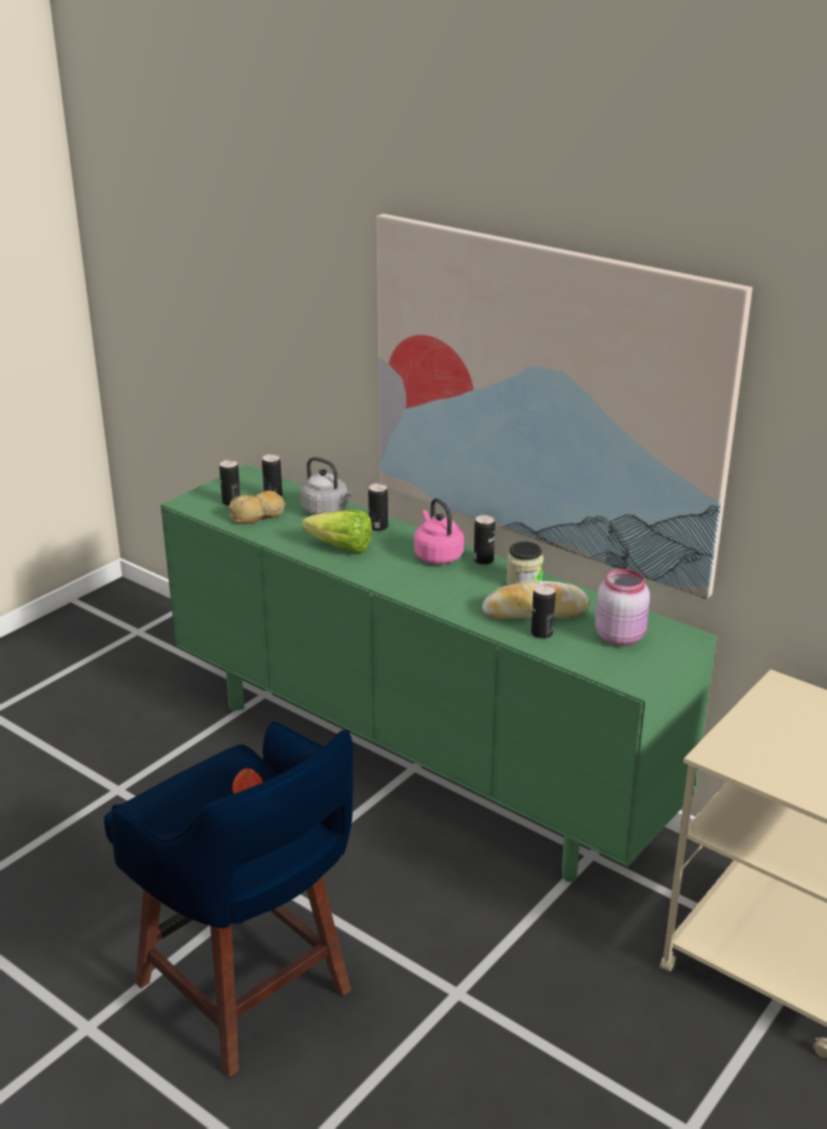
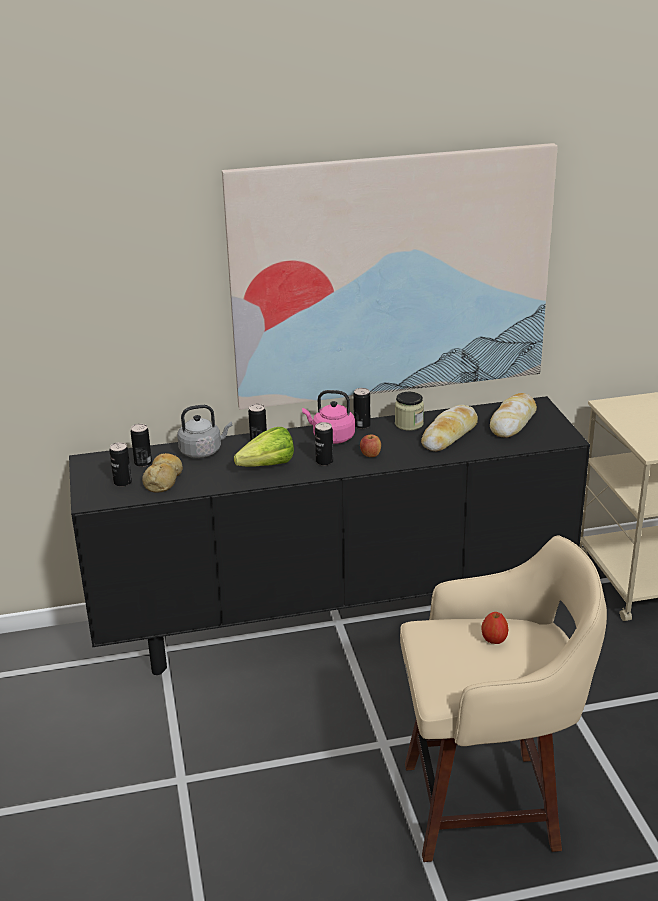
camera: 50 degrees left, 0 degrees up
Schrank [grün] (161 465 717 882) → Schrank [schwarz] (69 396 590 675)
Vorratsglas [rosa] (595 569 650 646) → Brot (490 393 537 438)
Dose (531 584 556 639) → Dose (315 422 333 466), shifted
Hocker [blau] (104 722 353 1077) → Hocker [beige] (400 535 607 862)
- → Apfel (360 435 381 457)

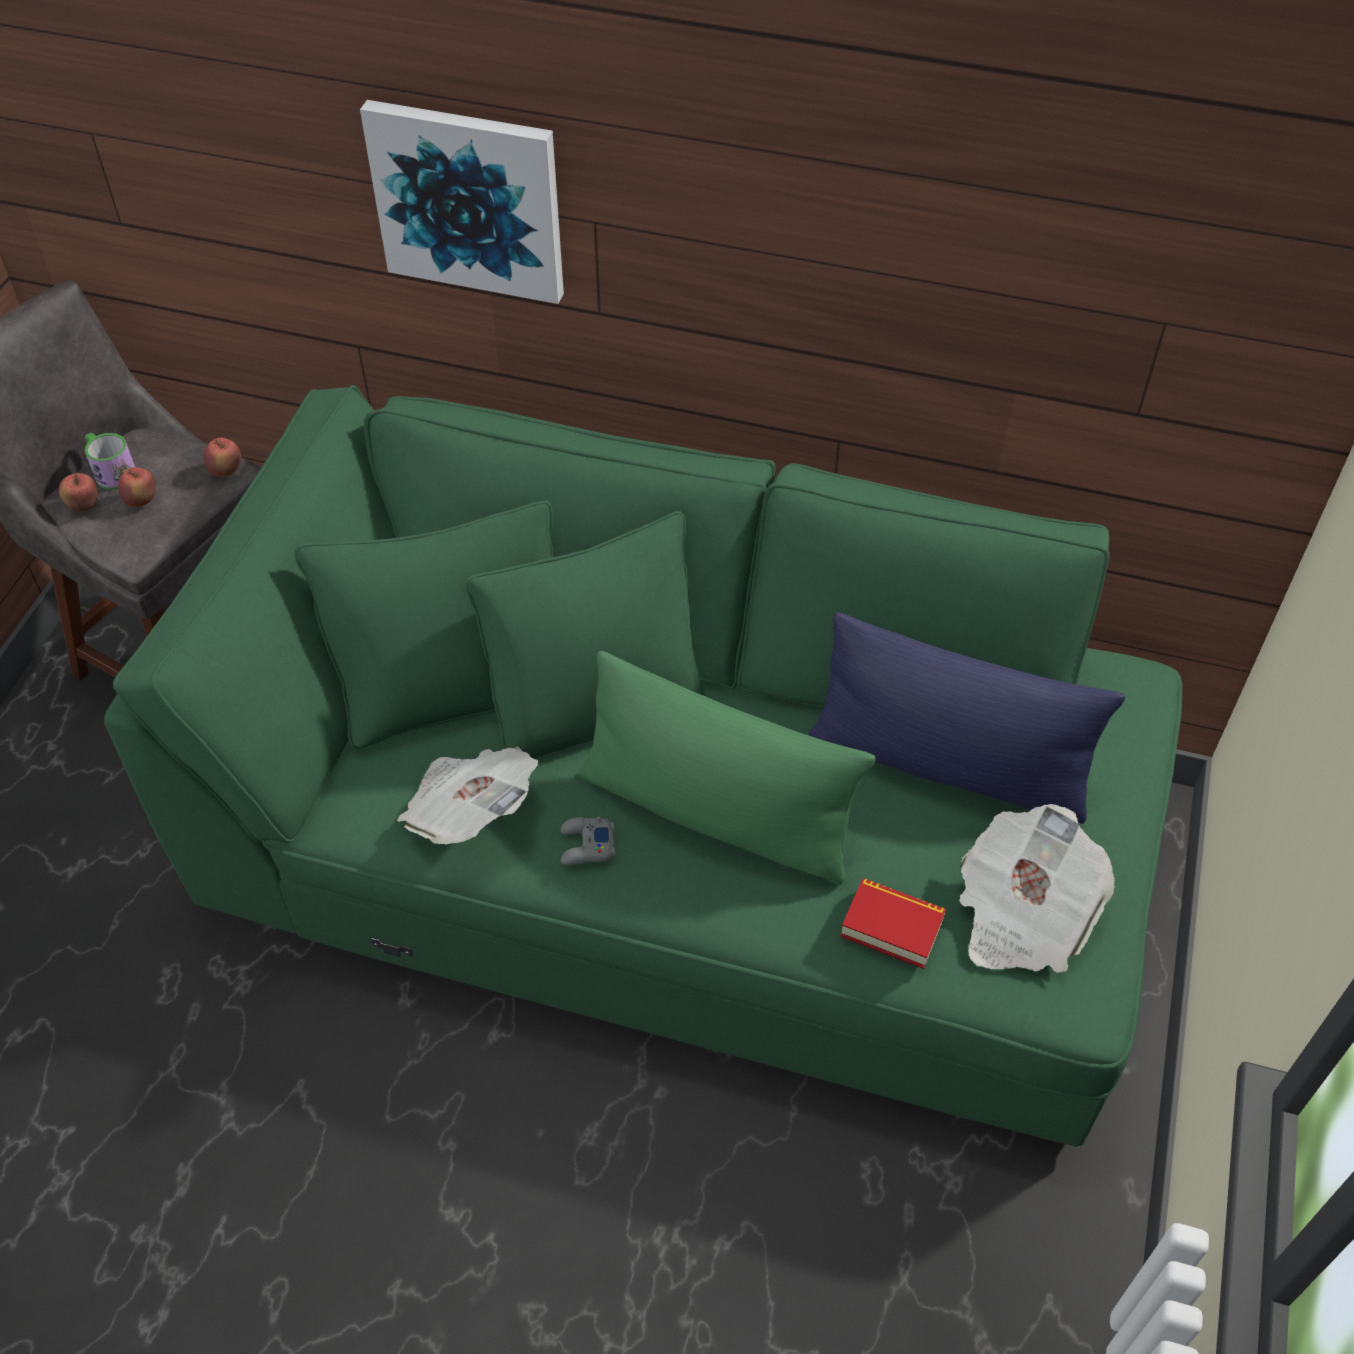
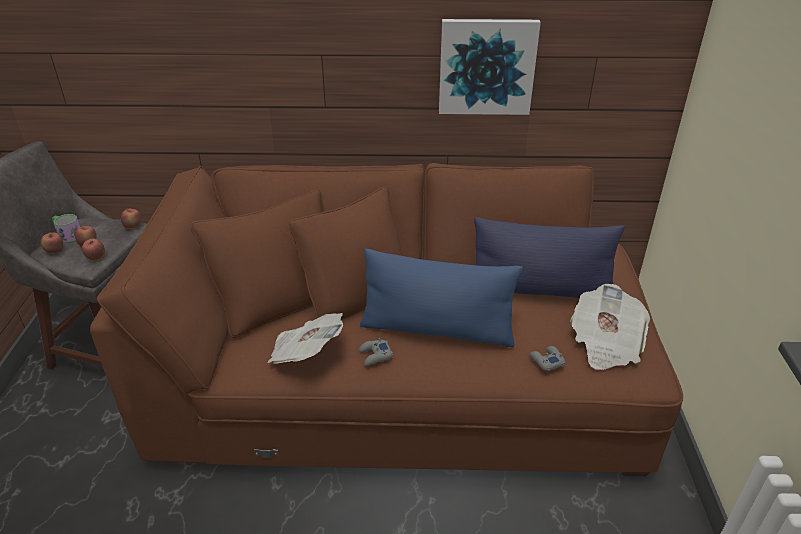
camera: 15 degrees left, 15 degrees down
Bild (360 100 564 304) → Bild (439 19 541 115), shifted
Sofa [grün] (104 385 1182 1147) → Sofa [braun] (90 163 683 476)
Kissen [grün] (579 651 875 885) → Kissen [blau] (360 249 523 347)
Buch (840 878 946 969) → Gamepad [grau] (530 346 565 371)
- → Apfel (82 239 105 260)

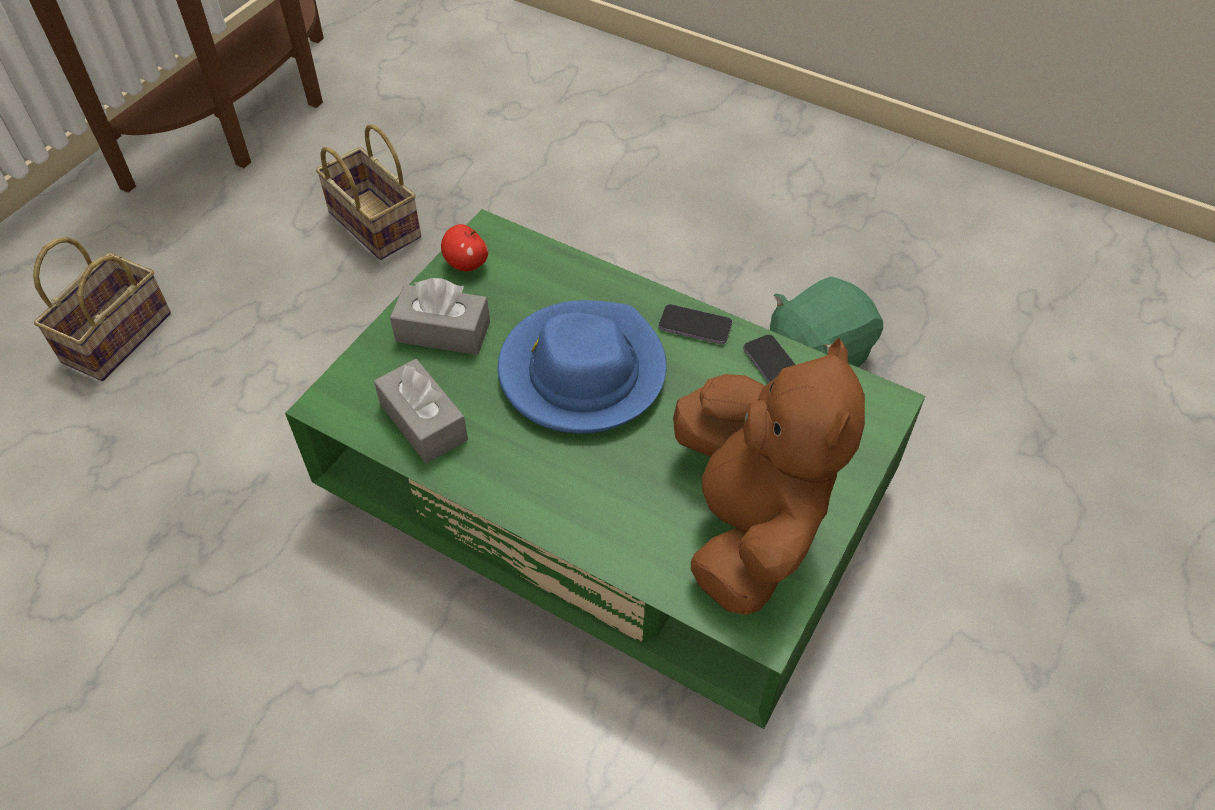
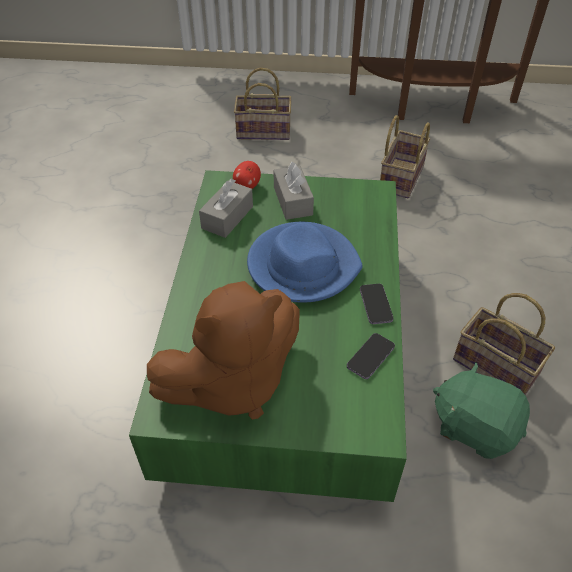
camera: 65 degrees right, 5 degrees down
Apfel (441 224 488 271) → Apfel (233 161 261 189), shifted
- → Korb (453 293 555 395)

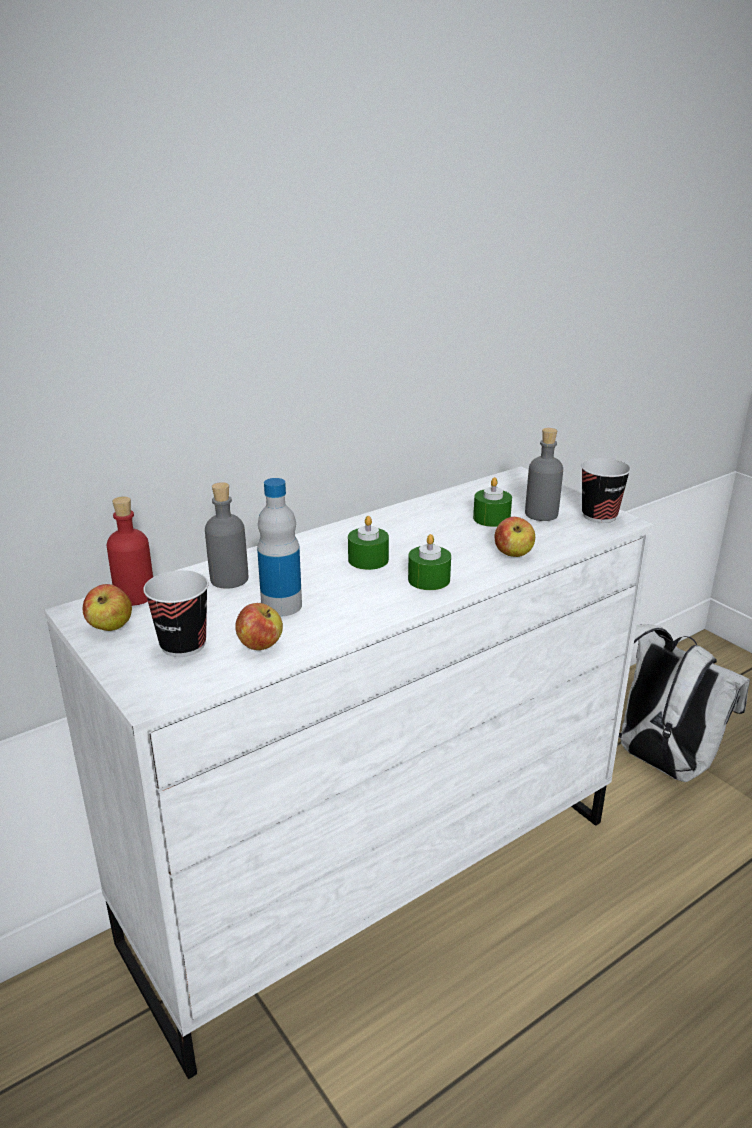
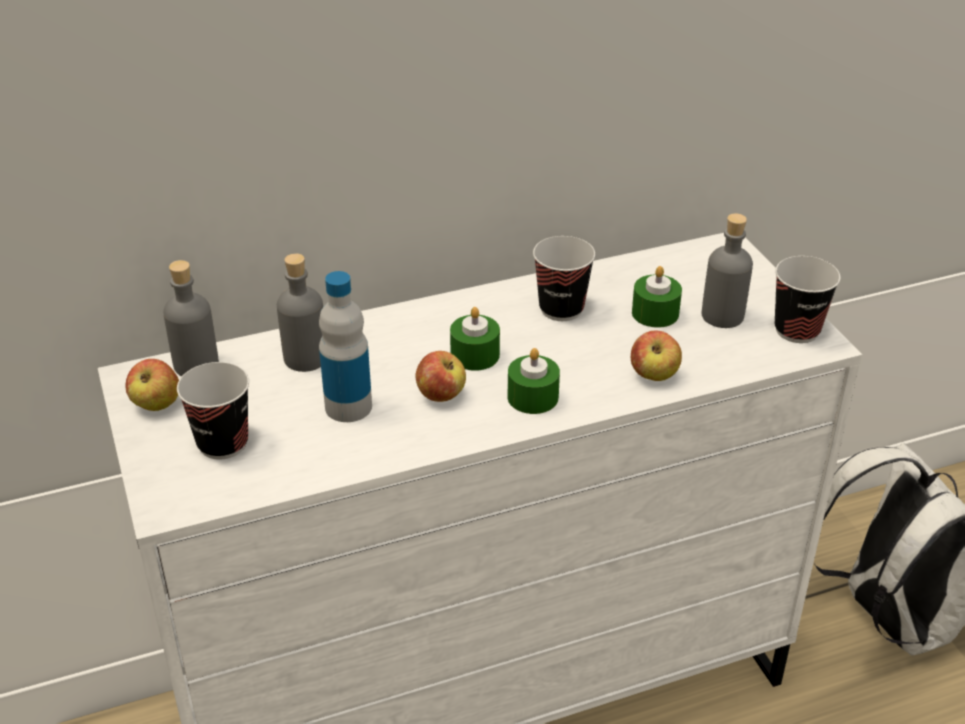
camera: 15 degrees right, 10 degrees up
Flasche [rot] (107 496 153 606) → Flasche [grau] (163 260 219 376)
Apfel (235 603 283 650) → Apfel (416 351 466 402), shifted
- → Tasse (533 236 596 321)

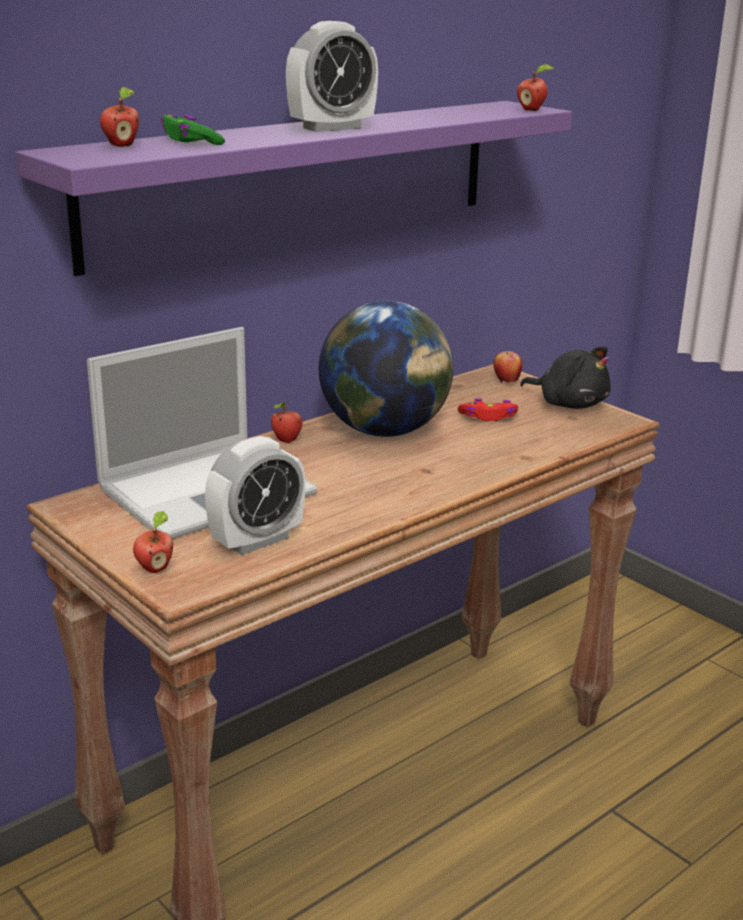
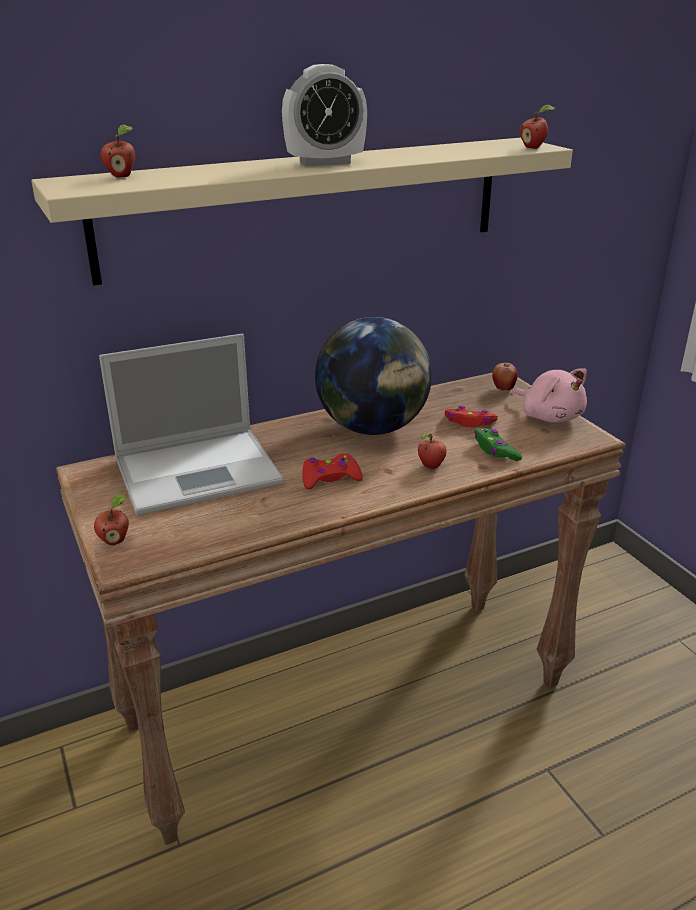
camera: 15 degrees right, 5 degrees up
Wandregal [lila] (15 101 572 276) → Wandregal [beige] (31 138 573 286)
Gamepad [grün] (161 115 225 145) → Gamepad [grün] (474 428 522 461), shifted
Plüschtier [schwarz] (520 346 611 409) → Plüschtier [rosa] (511 369 587 423)
Apfel (271 402 302 443) → Apfel (418 434 447 469), shifted
Wecker (205 436 305 555) → -
- → Gamepad [rot] (302 454 363 489)

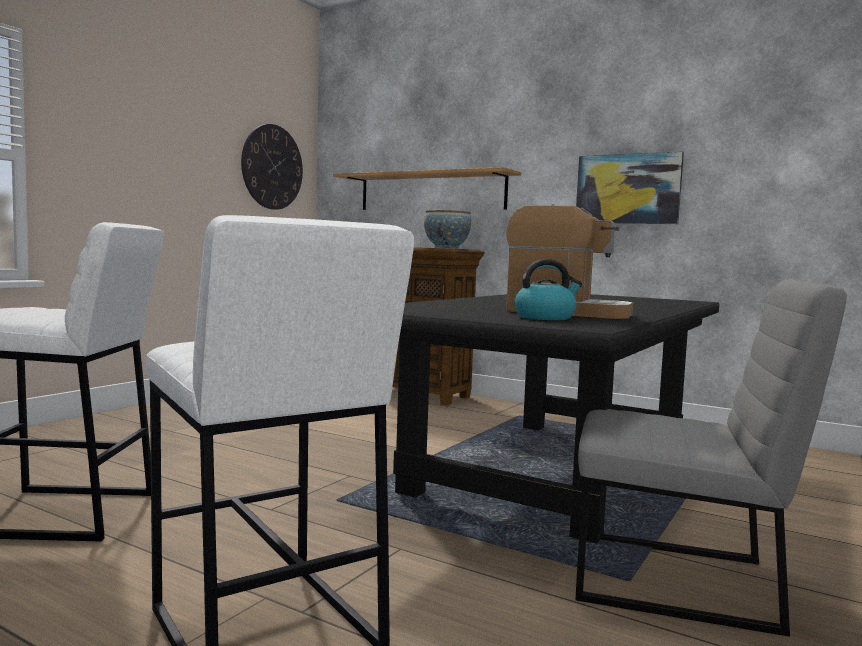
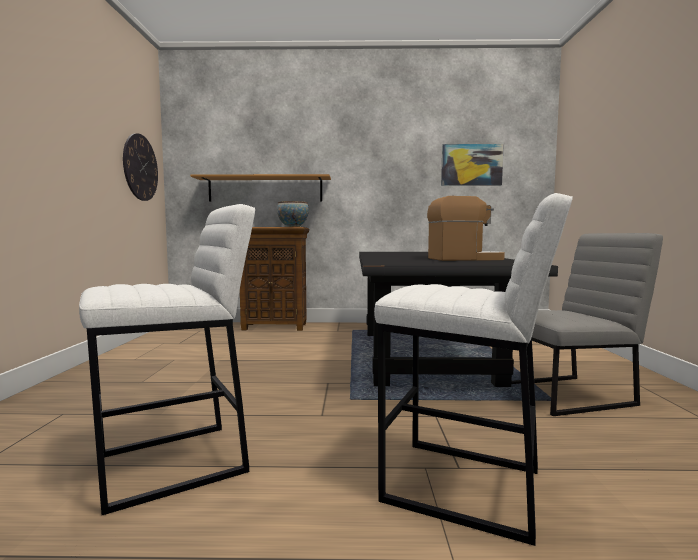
camera: 30 degrees left, 0 degrees up
Bild (576 152 684 224) → Bild (441 144 504 186), shifted
Wasserkessel (514 259 582 320) → -

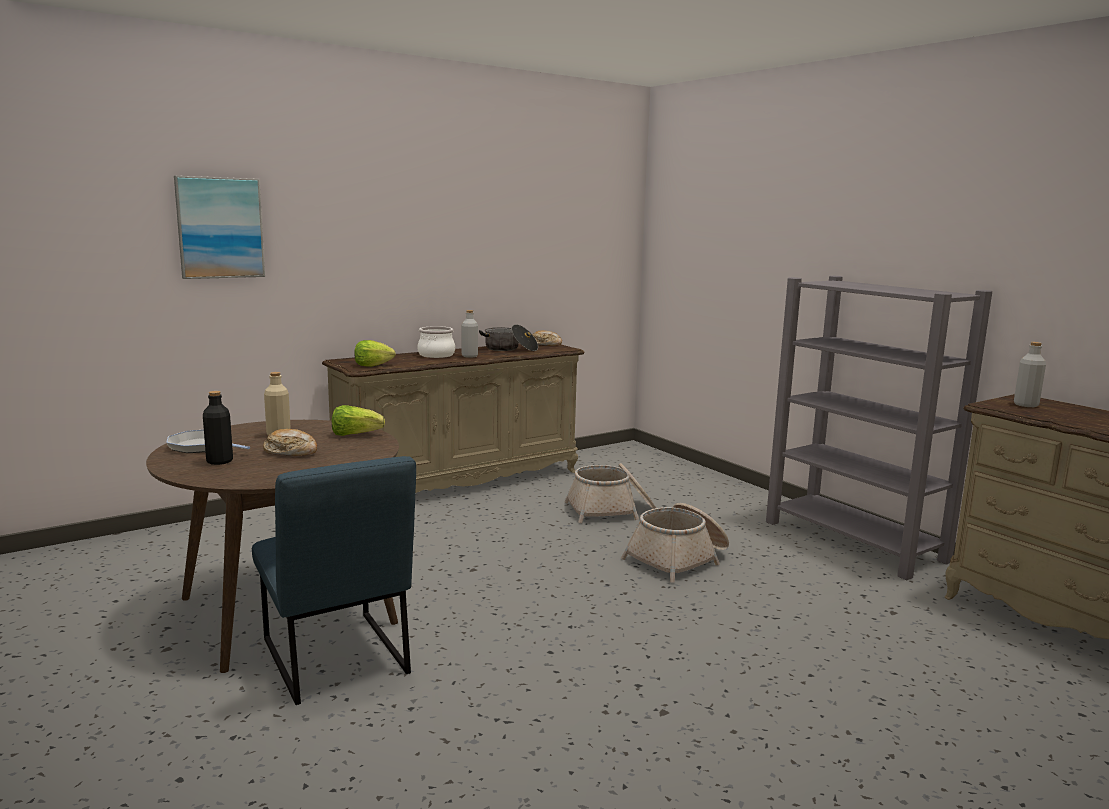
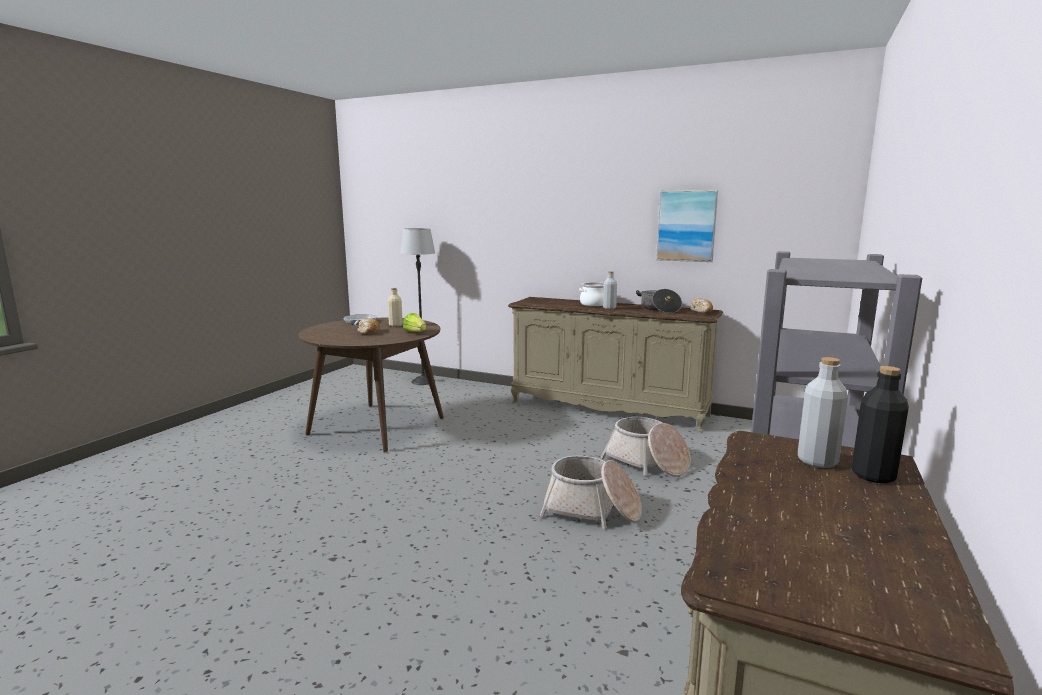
camera: 60 degrees right, 0 degrees up
Bild (174 176 265 279) → Bild (656 190 718 262), shifted
Salatkopf (354 340 396 367) → -
Flasche [schwarz] (203 391 233 465) → Flasche [schwarz] (851 366 909 483), shifted
Stuhl [blau] (252 456 416 705) → -
- → Stehlampe (401 228 435 385)

